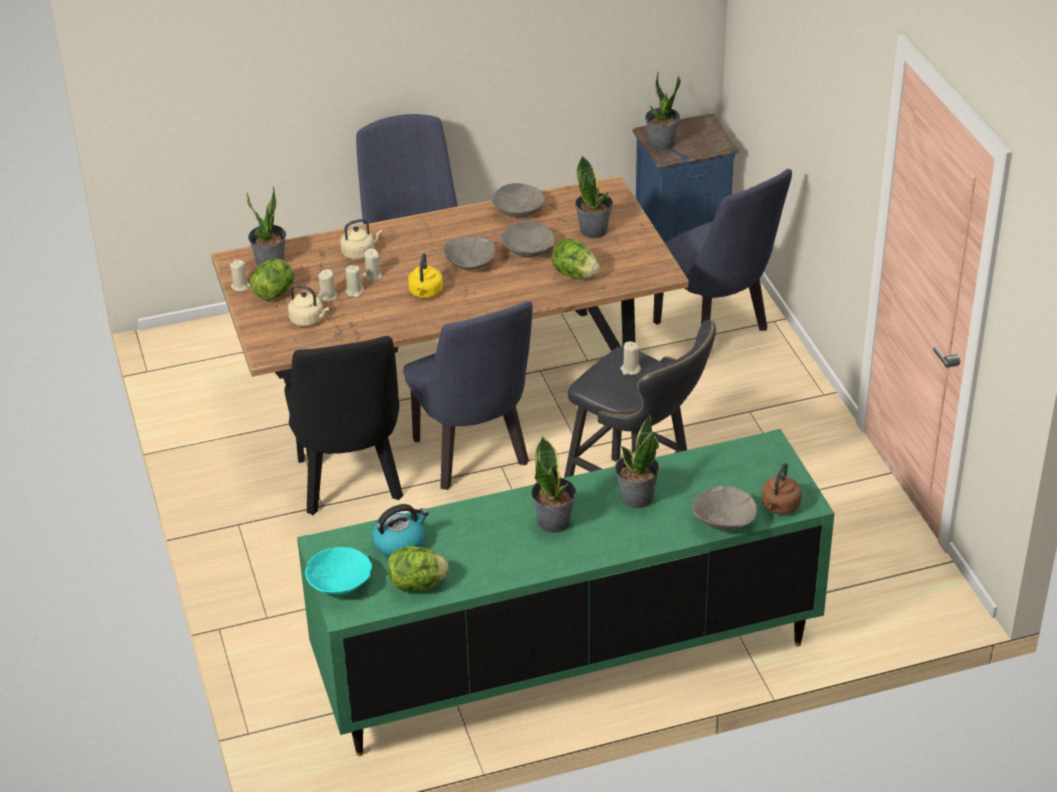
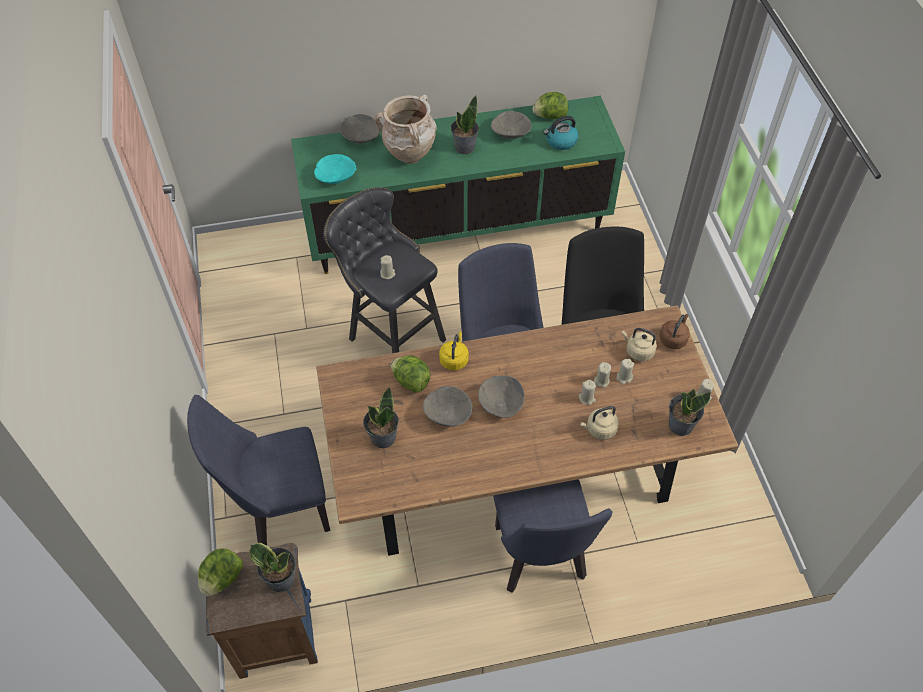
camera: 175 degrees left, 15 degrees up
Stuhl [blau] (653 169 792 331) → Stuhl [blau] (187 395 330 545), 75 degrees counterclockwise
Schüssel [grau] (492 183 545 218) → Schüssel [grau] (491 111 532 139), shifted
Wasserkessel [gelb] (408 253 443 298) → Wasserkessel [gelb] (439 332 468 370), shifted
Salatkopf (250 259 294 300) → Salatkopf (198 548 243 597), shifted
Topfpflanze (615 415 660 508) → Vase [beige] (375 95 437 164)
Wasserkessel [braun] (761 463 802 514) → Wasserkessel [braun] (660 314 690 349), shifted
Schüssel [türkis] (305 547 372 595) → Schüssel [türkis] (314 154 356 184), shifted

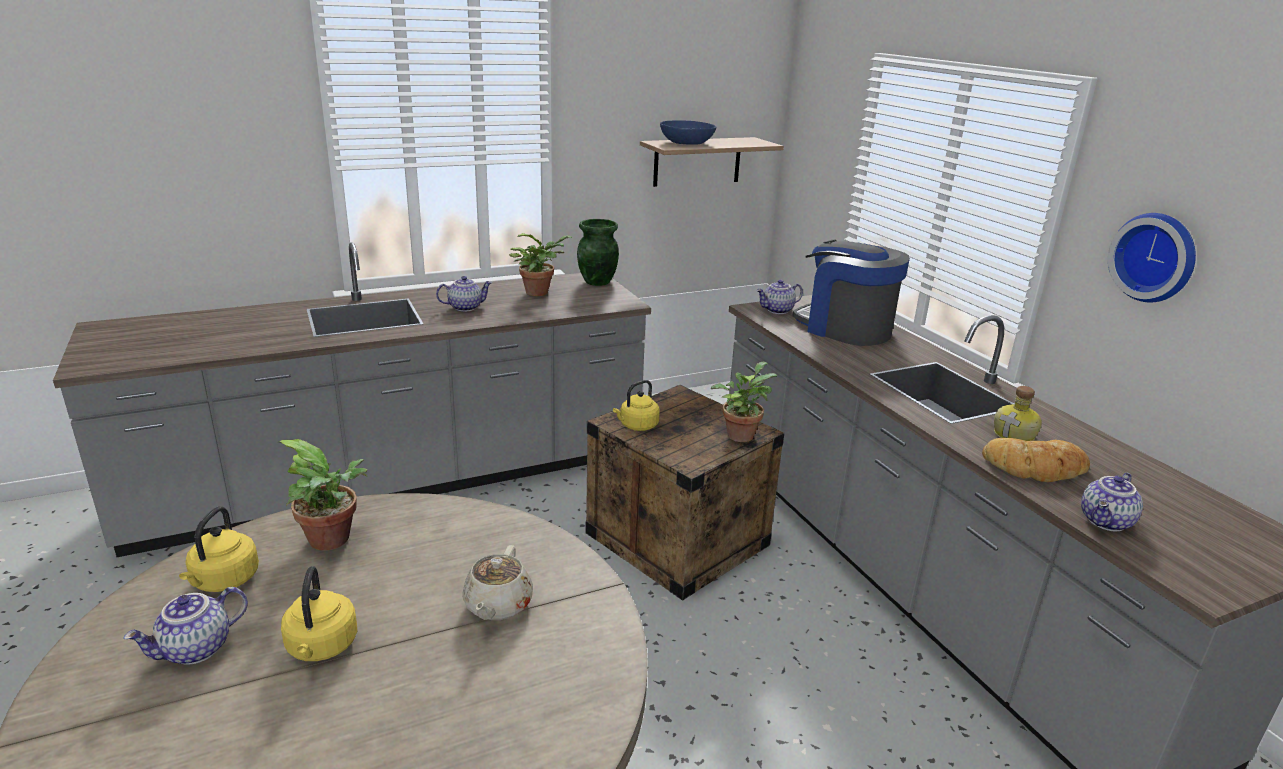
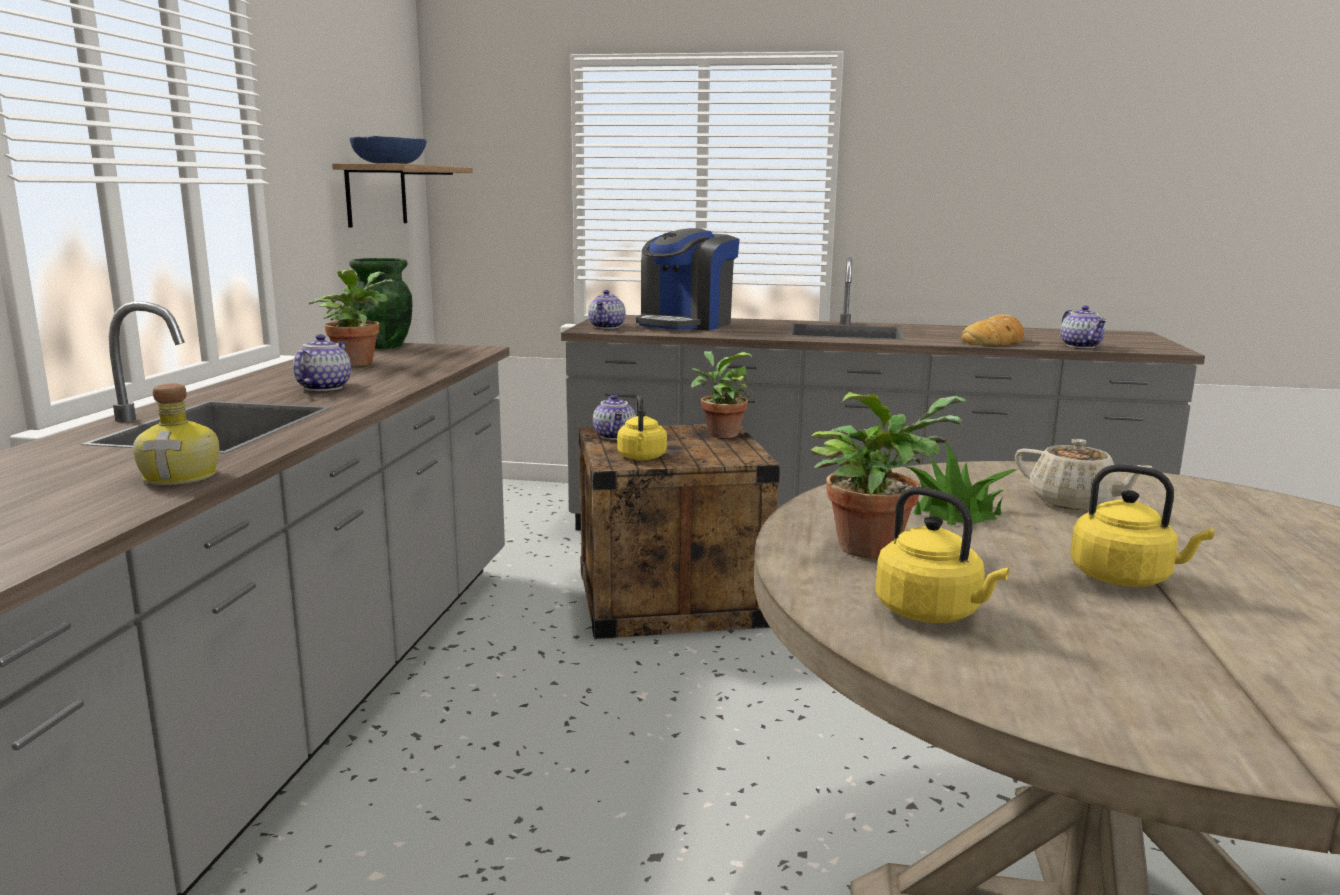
camera: 55 degrees left, 10 degrees down
Wanduhr (1108 213 1196 302) → -
Kaffeemaschine (792 240 910 346) → Kaffeemaschine (636 228 740 330), 45 degrees counterclockwise
Flasche (994 386 1042 441) → Flasche (133 384 219 485), shifted
Teekanne (123 587 248 665) → Teekanne (593 395 636 440), shifted
- → Topfpflanze (904 438 1018 526)

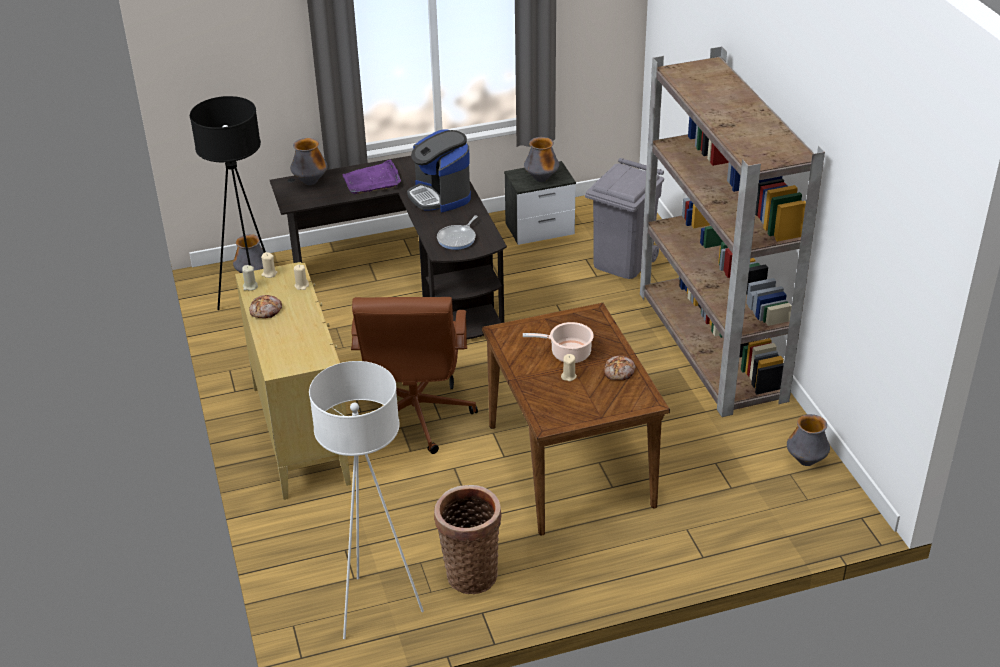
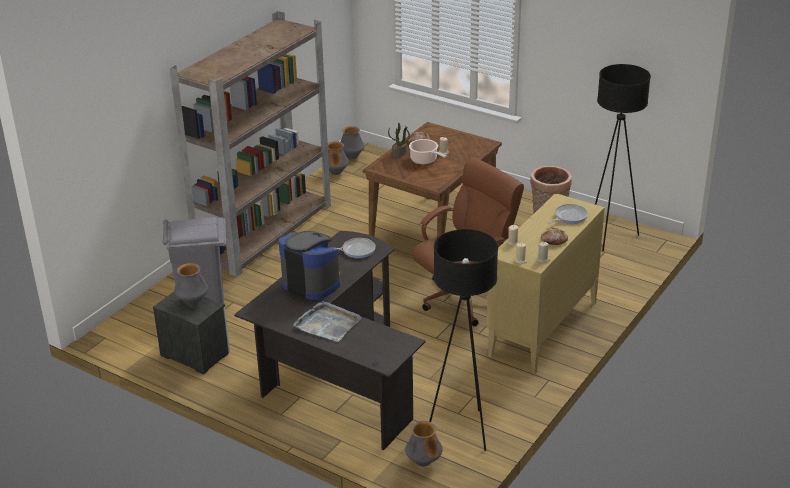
camera: 130 degrees left, 5 degrees down
Kaffeemaschine (407 129 471 212) → Kaffeemaschine (278 231 341 300), 75 degrees counterclockwise
Vase (290 138 328 185) → Vase (341 126 365 159), shifted
Tablett [lila] (342 160 401 195) → Tablett [grau] (293 301 361 342)
Stehlampe [weiß] (309 361 424 639) → Stehlampe [schwarz] (595 64 651 251)
- → Topfpflanze (388 123 410 157)
- → Pfanne (548 204 588 224)

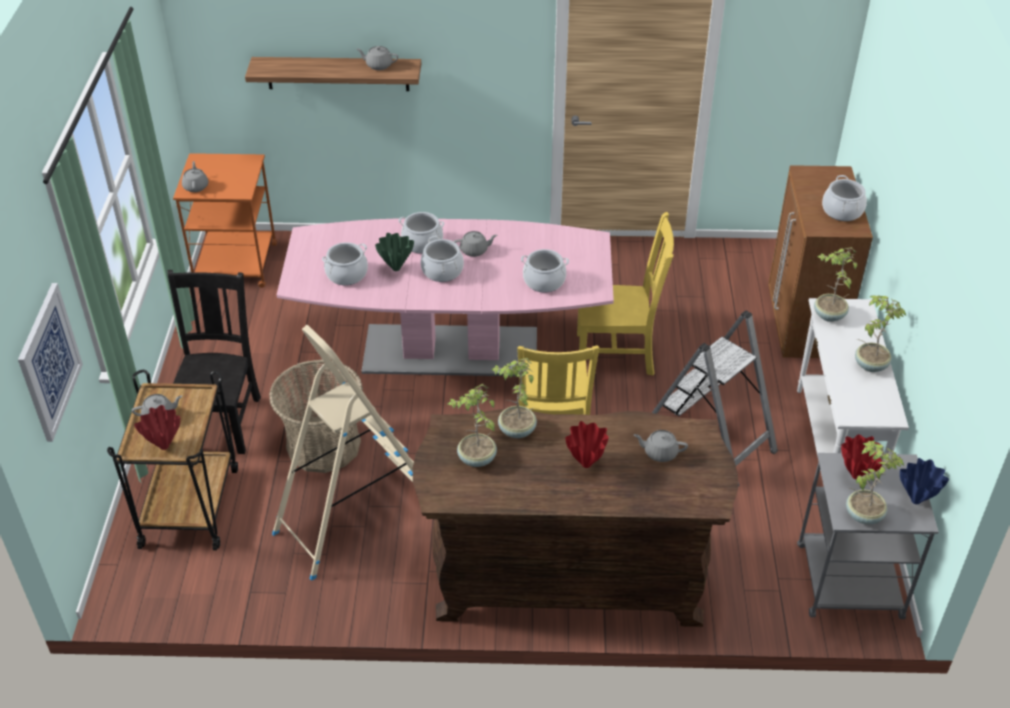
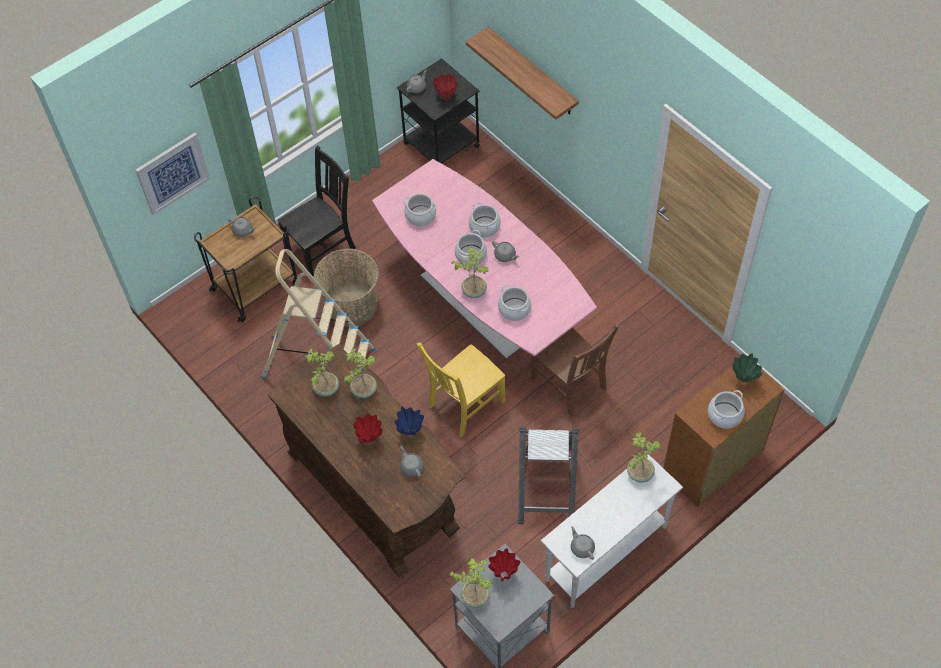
camera: 50 degrees right, 15 degrees up
Teekanne [grau] (357 46 398 70) → Teekanne [grau] (571 526 595 560), shifted
Rollwagen [orange] (173 153 277 288) → Rollwagen [schwarz] (397 58 480 164)
Stuhl [gelb] (577 212 674 376) → Stuhl [braun] (531 324 619 417)
Vase [grün] (375 233 414 271) → Vase [grün] (732 353 762 382), shifted
Topfpflanze (855 296 907 372) → Topfpflanze (451 247 489 298), shifted
Vase [rot] (134 405 180 450) → Vase [rot] (433 73 458 100), shifted
Vase [blau] (900 458 949 504) → Vase [blau] (395 407 424 435), shifted

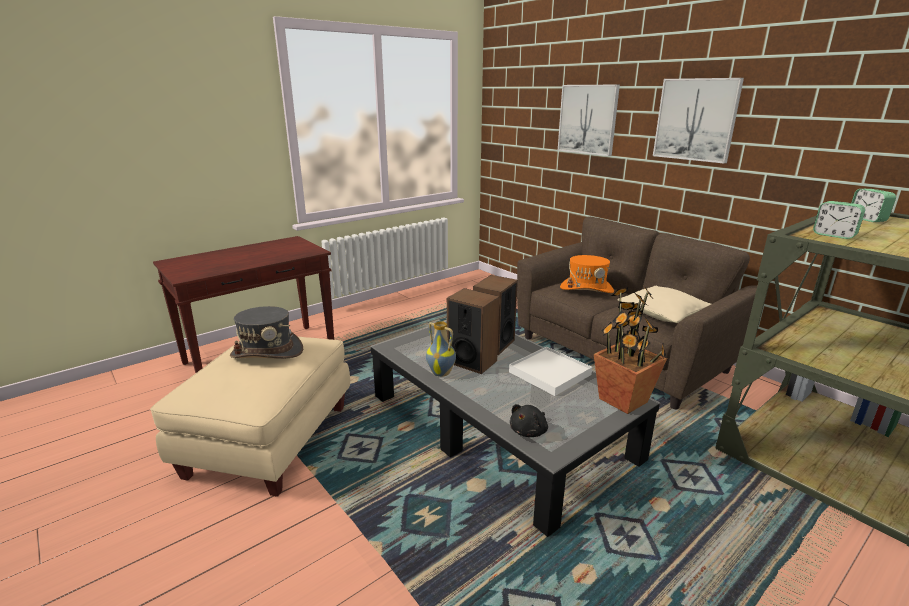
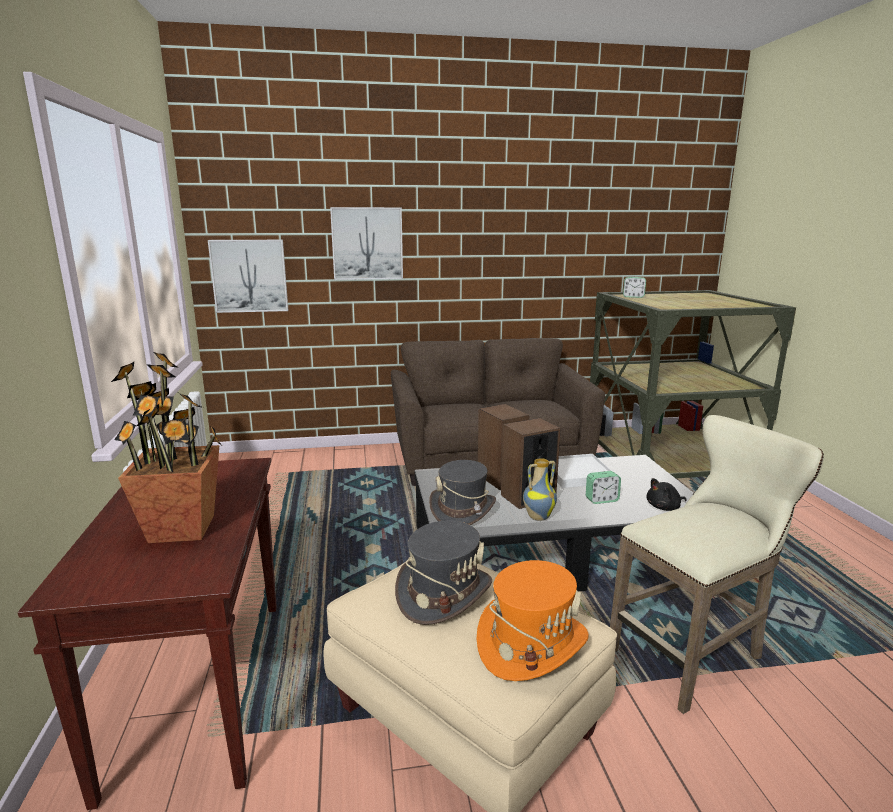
camera: 60 degrees left, 5 degrees down
Bild (653 78 744 163) → Bild (208 240 288 313), shifted
Wecker (813 201 865 239) → Wecker (586 471 621 504), shifted
Hut [orange] (560 255 614 293) → Hut [orange] (477 560 589 681), shifted
Kissen [beige] (618 286 711 323) → -
Topfpflanze (594 287 667 414) → Topfpflanze (111 352 221 543), shifted
Plüschtier [schwarz] (510 404 548 437) → Plüschtier [schwarz] (647 478 687 511), 90 degrees clockwise
- → Hocker [beige] (610 415 824 714)
- → Hut [grau] (429 460 496 525)

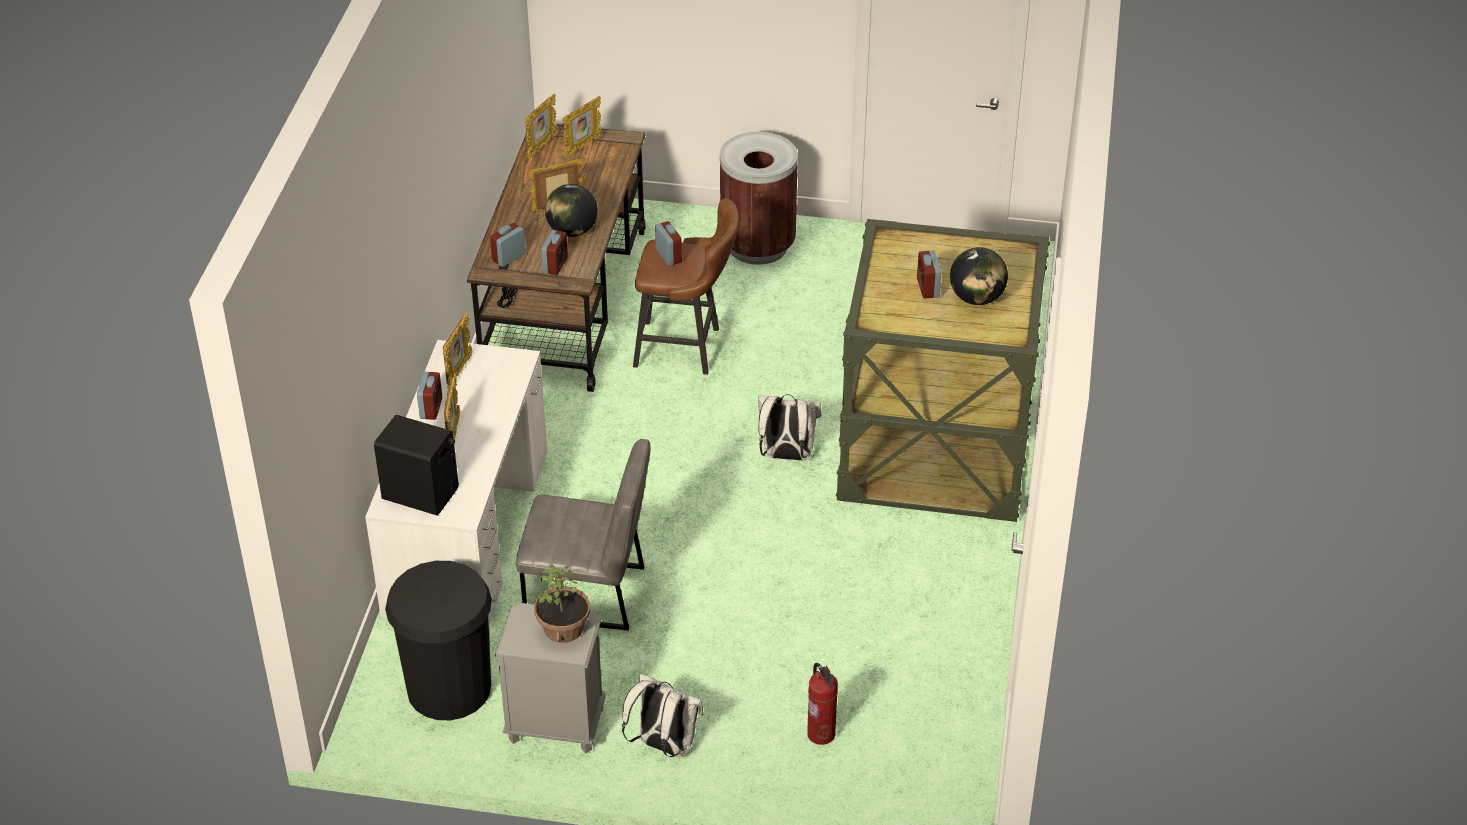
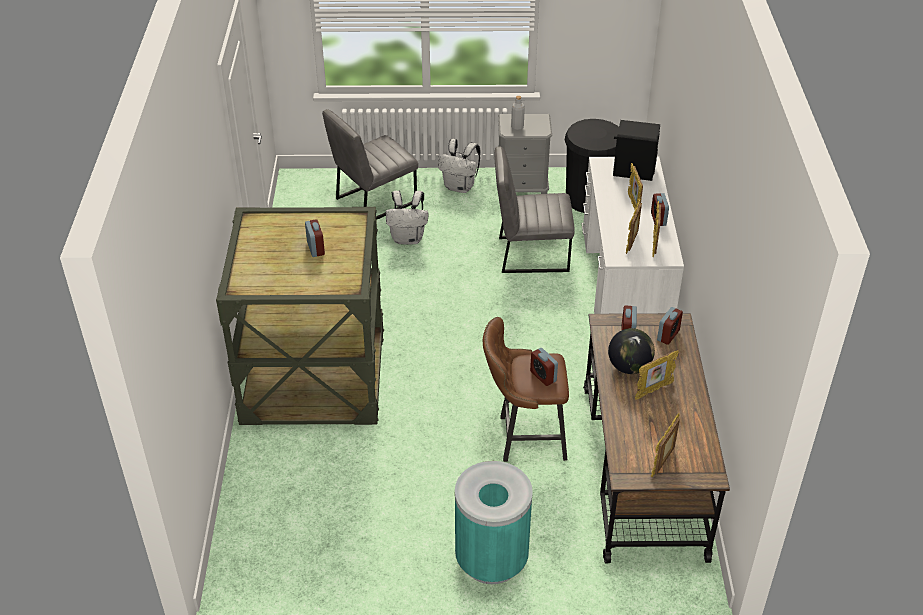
camera: 170 degrees right, 0 degrees up
Bilderrahmen (525 94 558 159) → Bilderrahmen (626 199 642 254), shifted
Mülleimer [braun] (720 132 798 265) → Mülleimer [türkis] (455 461 533 584)
Globus (950 247 1008 305) → -
Rucksack [weiß] (758 394 821 461) → Rucksack [weiß] (386 191 429 244), shifted
Topfpflanze (534 565 590 643) → Flasche [grau] (511 96 525 130)
Feuerlöscher (807 663 838 745) → Stuhl [grau] (322 109 418 220)

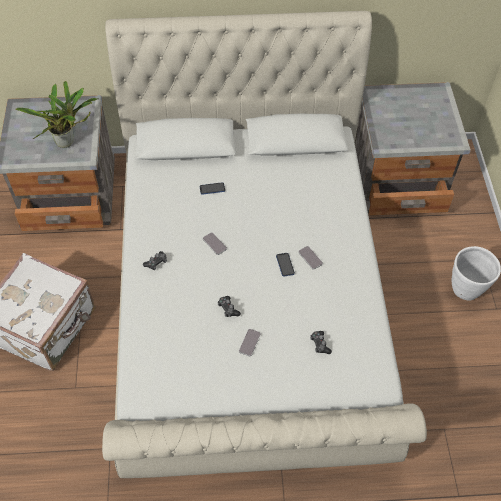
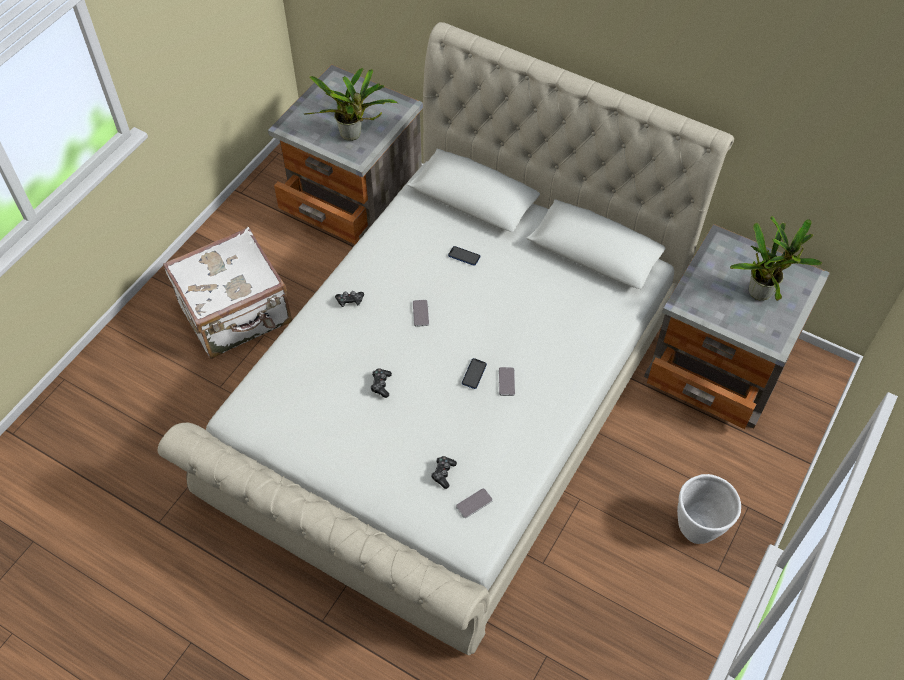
camera: 35 degrees right, 0 degrees up
Handy (239 329 261 357) → Handy (456 488 493 518), shifted
- → Topfpflanze (730 216 822 301)

